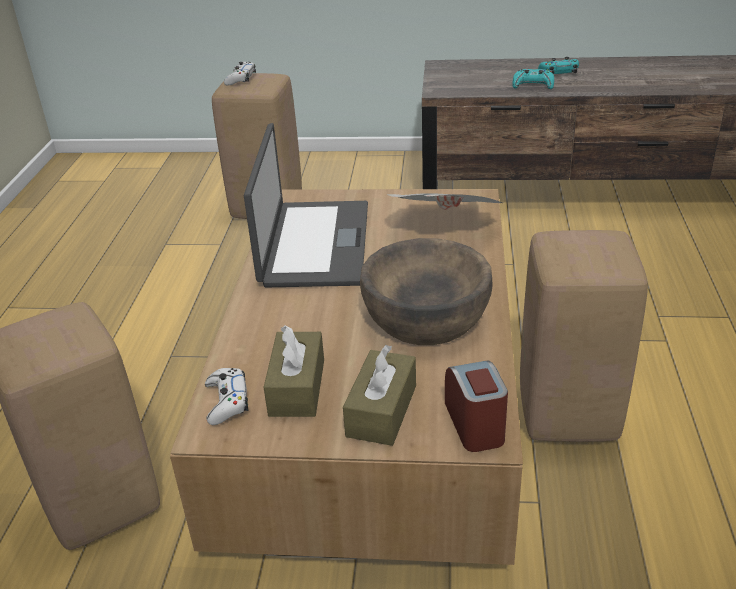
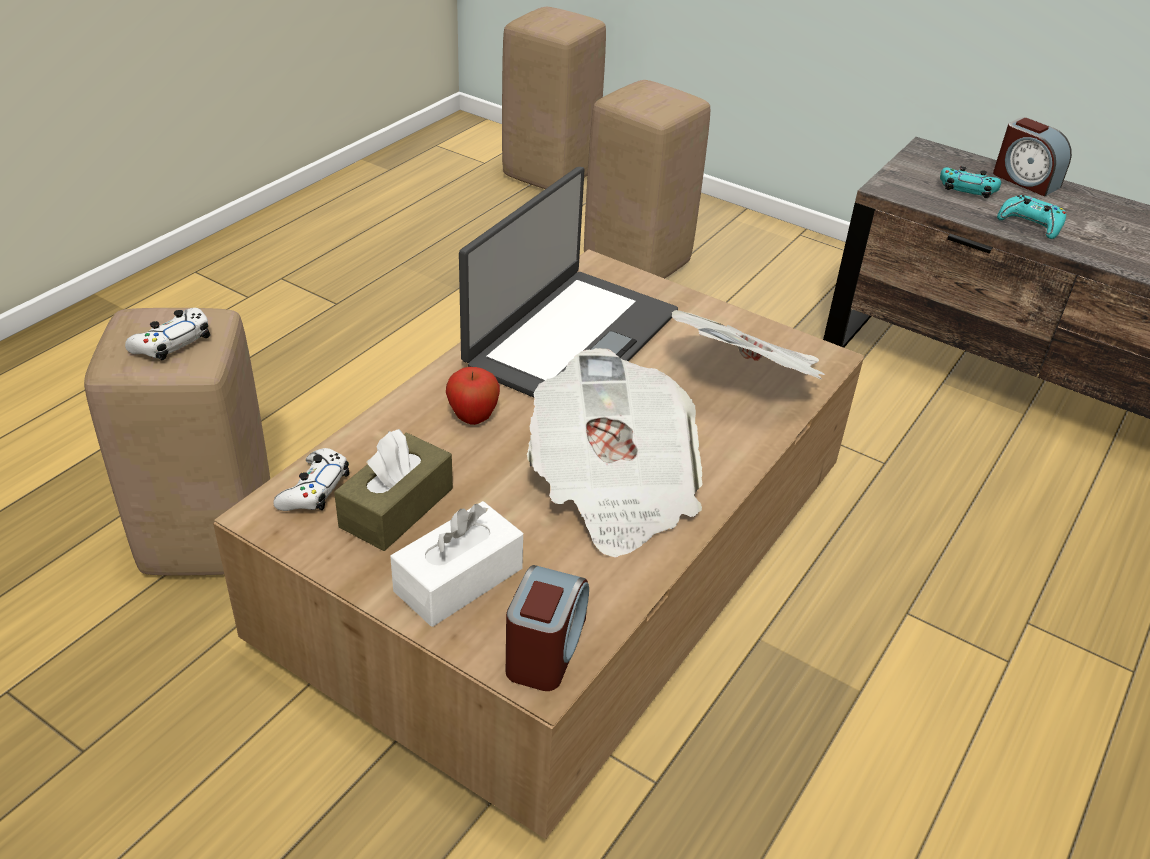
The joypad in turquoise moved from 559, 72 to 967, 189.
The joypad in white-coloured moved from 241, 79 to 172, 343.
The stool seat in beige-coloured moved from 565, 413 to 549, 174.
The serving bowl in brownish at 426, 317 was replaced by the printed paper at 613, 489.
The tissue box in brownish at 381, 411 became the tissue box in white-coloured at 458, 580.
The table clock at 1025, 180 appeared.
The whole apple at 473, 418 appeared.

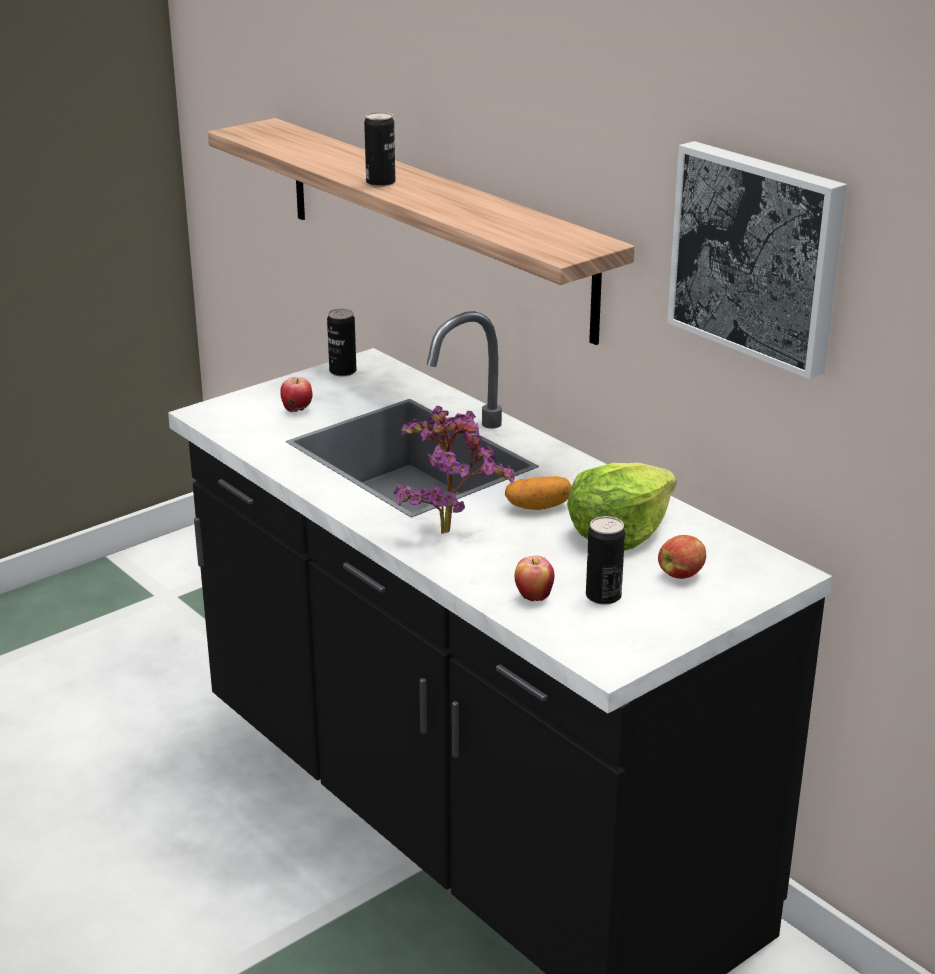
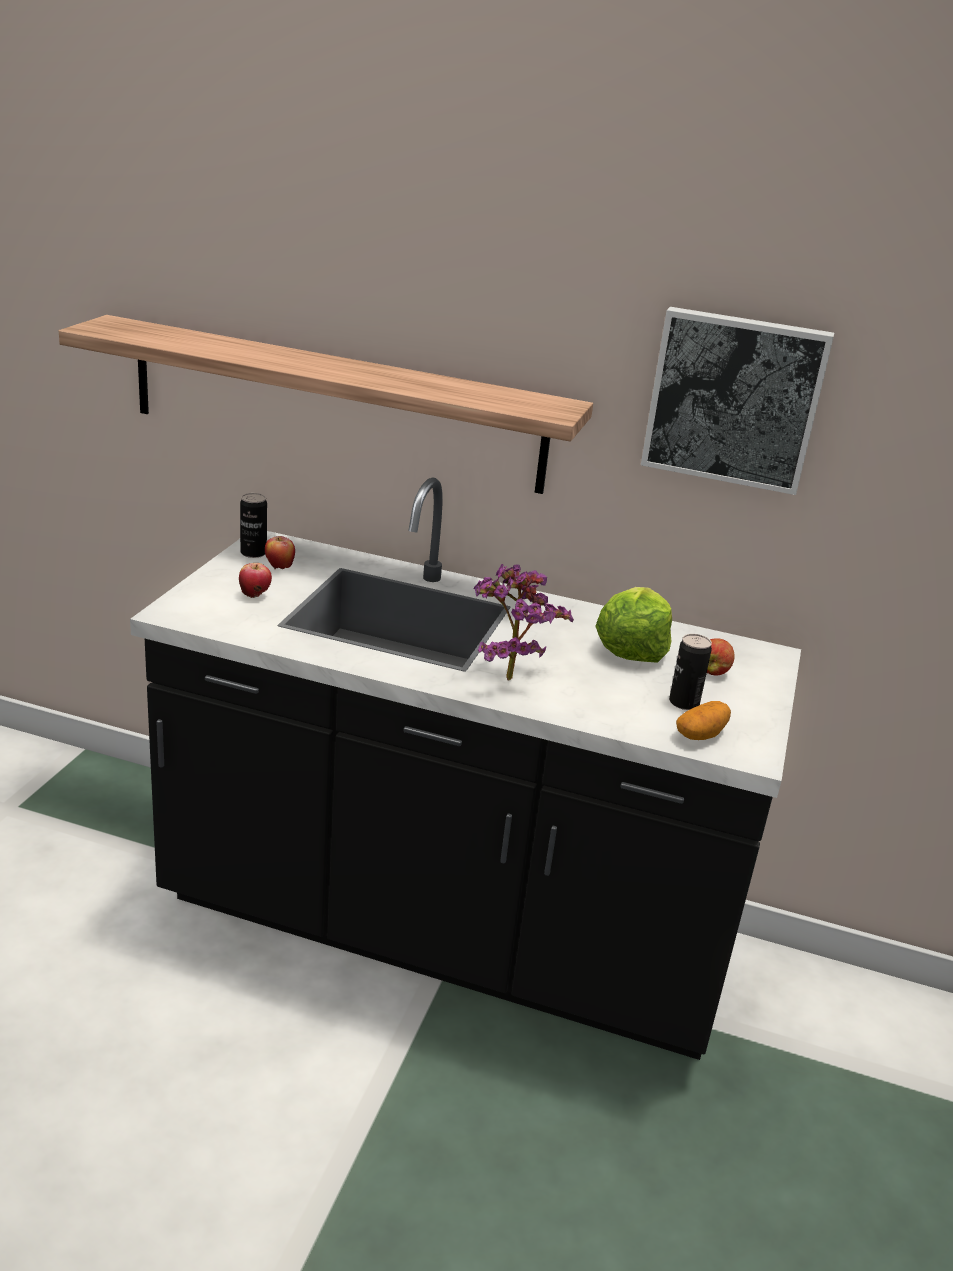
The metal can at 380, 182 disappeared.
The spud moved from 538, 507 to 701, 735.
The whole apple moved from 533, 597 to 279, 567.

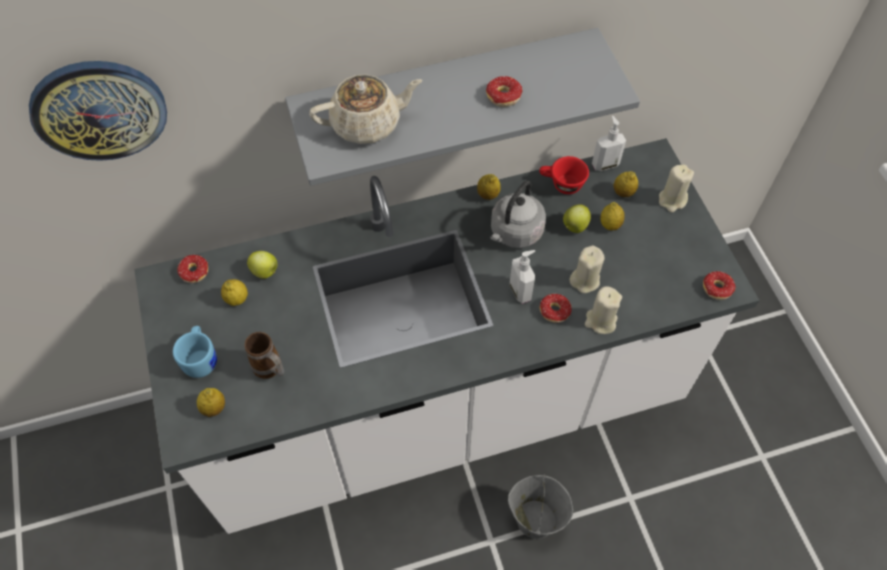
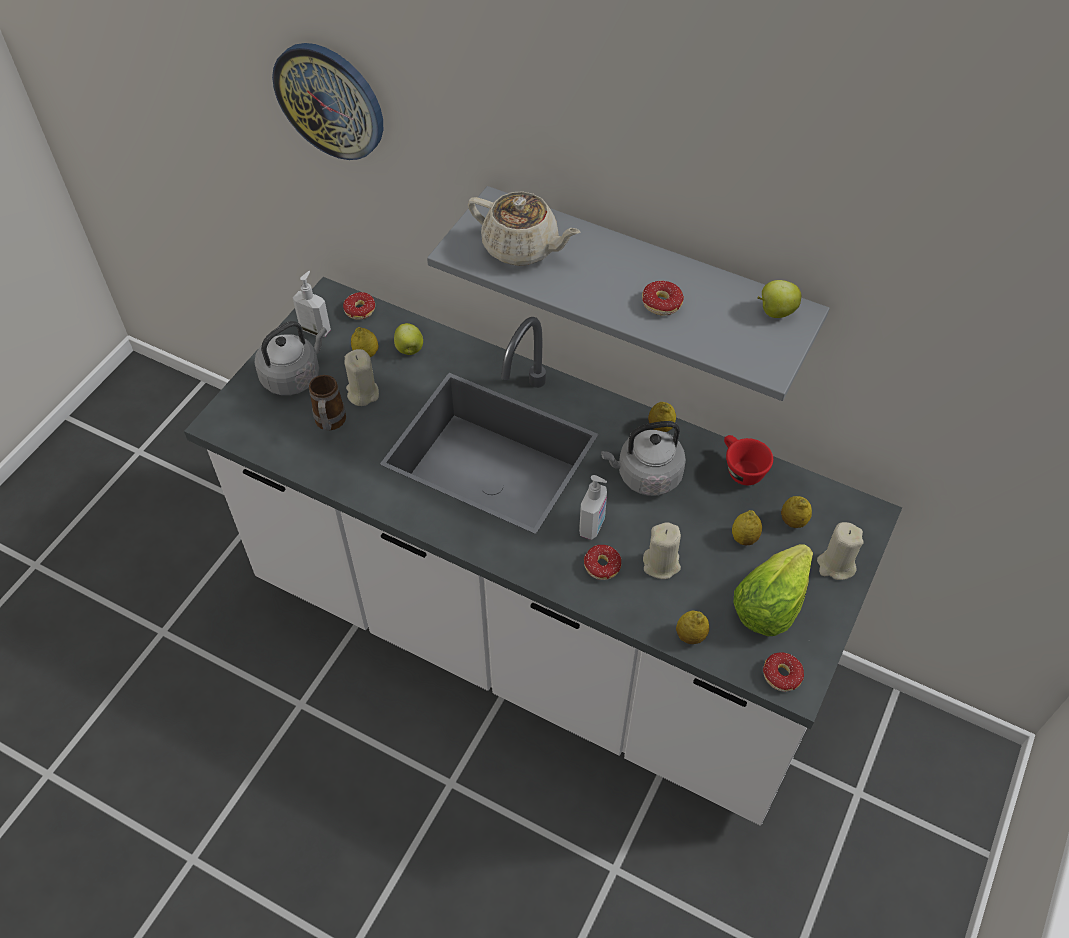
The soap bottle moved from 605, 164 to 316, 329.
The whole apple moved from 574, 226 to 775, 312.
The wax light in beige-coloured moved from 600, 321 to 362, 393.
The tea mug in bluish at 201, 358 was replaced by the water kettle in grey at 294, 376.
The whole lemon moved from 214, 408 to 690, 636.
The water bucket in grey at 535, 518 disappeared.
The lettuce head at 769, 605 appeared.

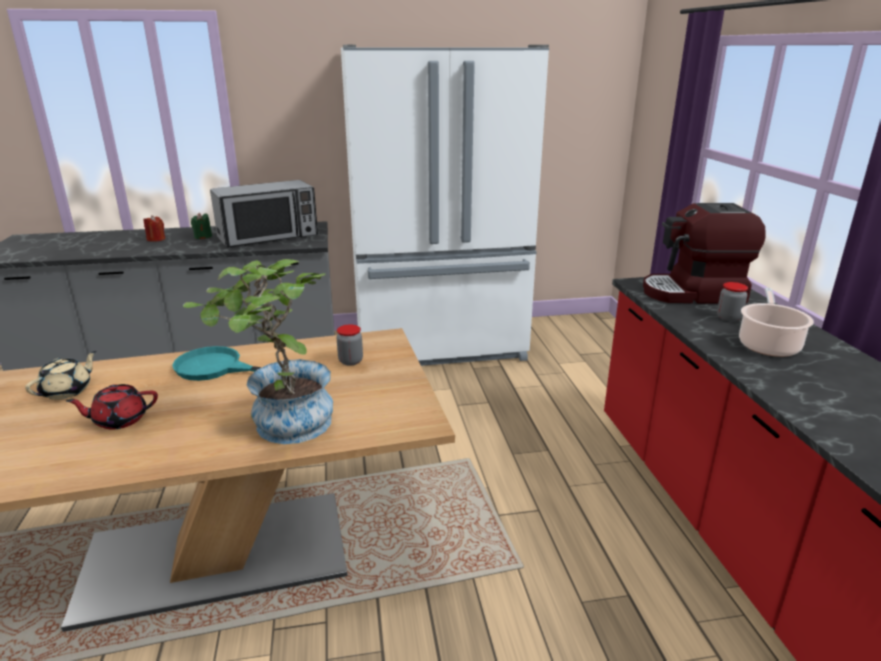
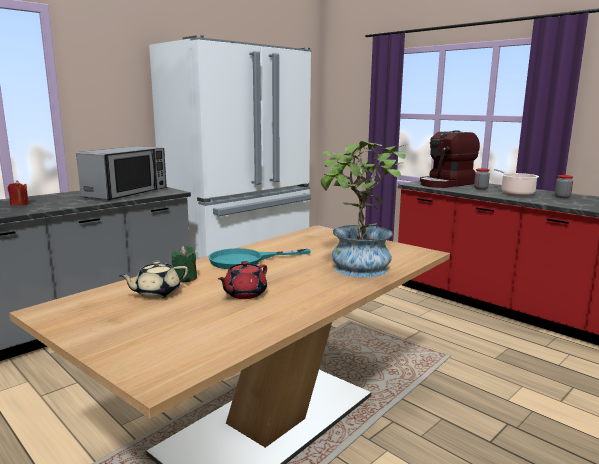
The wax light in green moved from 203, 237 to 185, 278.
The jar moved from 350, 361 to 562, 197.
The teapot in beige-coloured at 68, 391 turned 120 degrees counterclockwise.

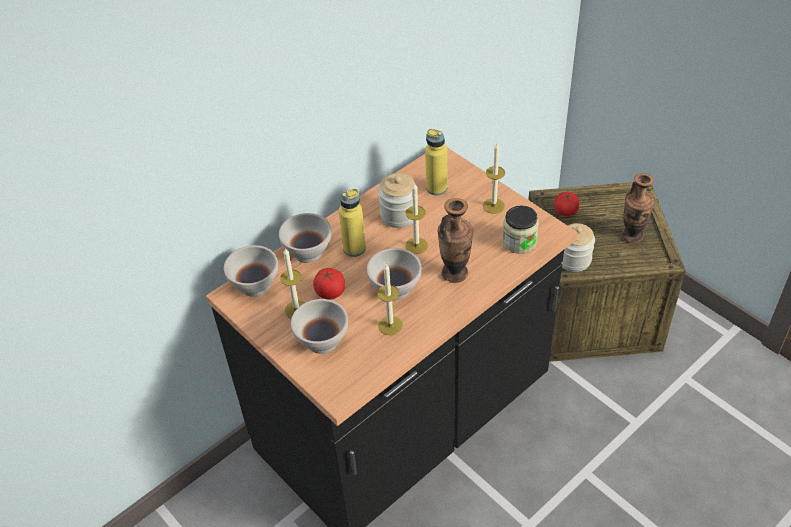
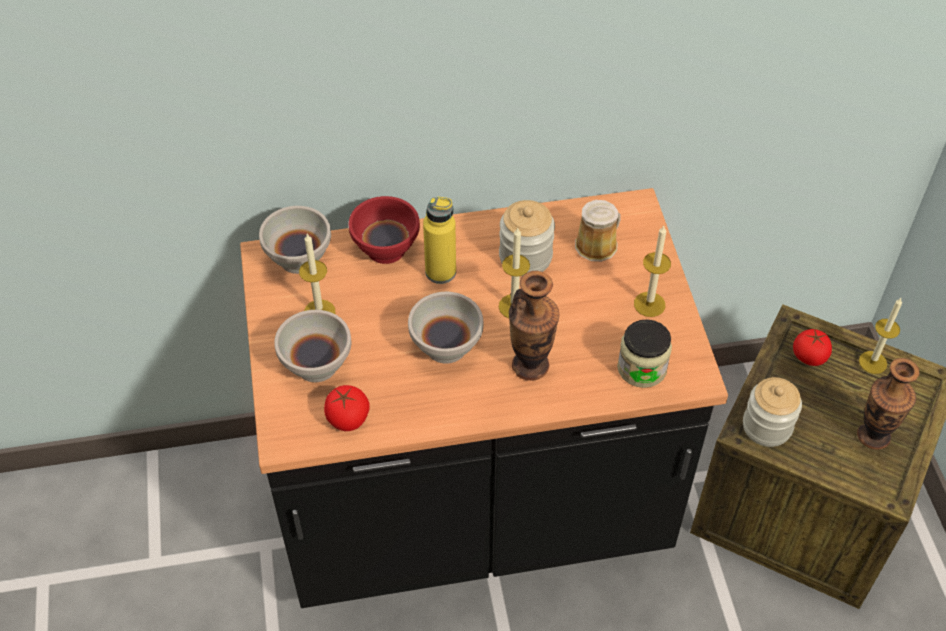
The bottle in yellow-coloured at 436, 188 was replaced by the tea mug at 598, 245.
The serving bowl in white-coloured at 308, 253 became the serving bowl in reddish at 385, 250.
The wax light moved from 390, 325 to 872, 362.
The fresh tomato moved from 330, 292 to 347, 418.

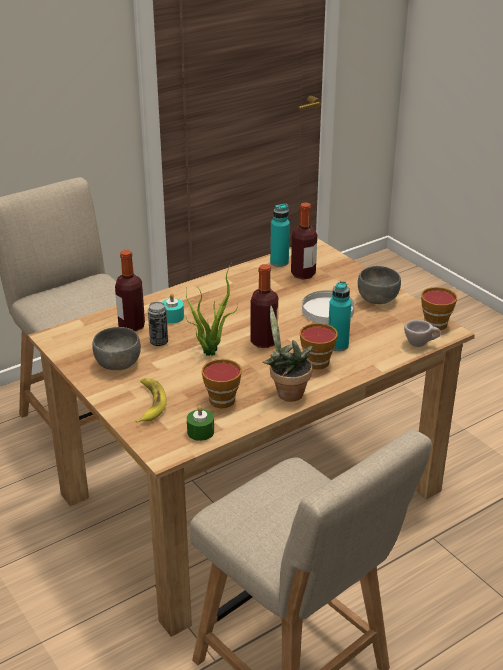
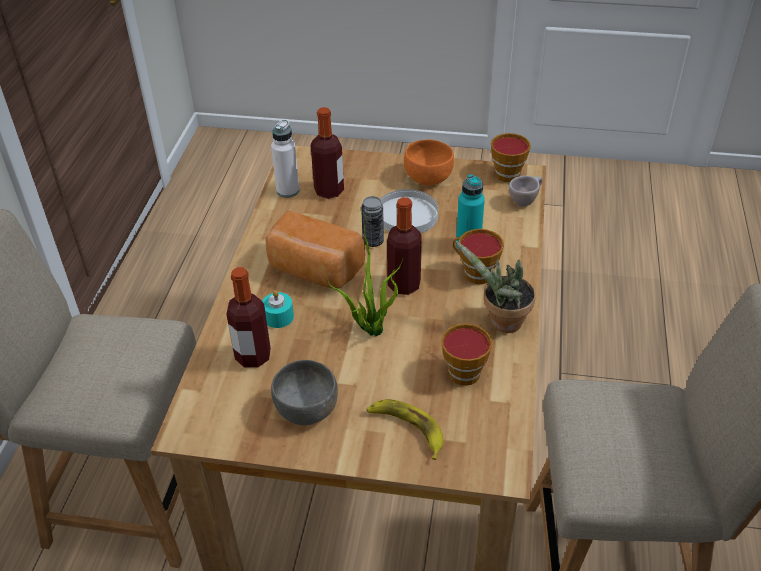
The bottle in turquoise at 279, 262 became the bottle in white-coloured at 287, 191.
The serving bowl in grey at 377, 298 became the serving bowl in orange at 427, 177.
The metal can moved from 159, 342 to 373, 241.
The wax light in green at 200, 432 disappeared.
The baked bread at 313, 271 appeared.

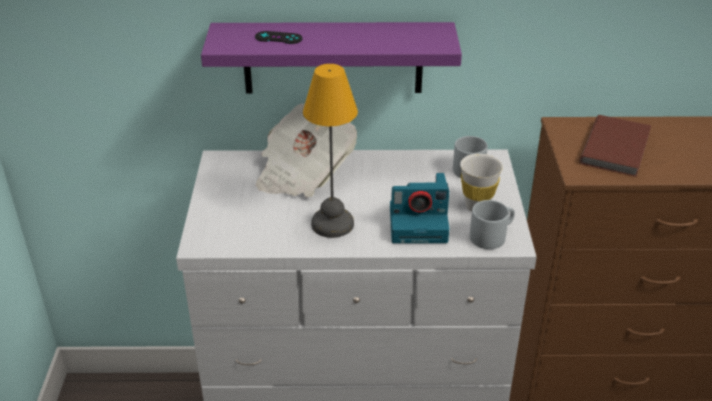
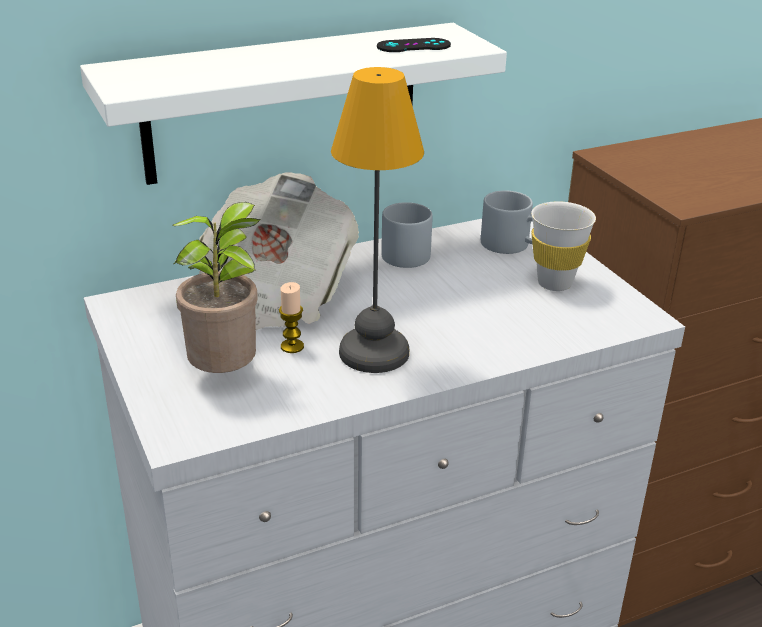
The shelf in purple-coloured at 333, 57 became the shelf in white-coloured at 282, 103.
The joypad in black moved from 278, 38 to 413, 46.
The volume in brownish at 617, 148 disappeared.
The still camera at 419, 223 disappeared.
The tea mug in grey moved from 492, 235 to 409, 252.
The houseplant at 228, 376 appeared.
The wax light at 292, 346 appeared.

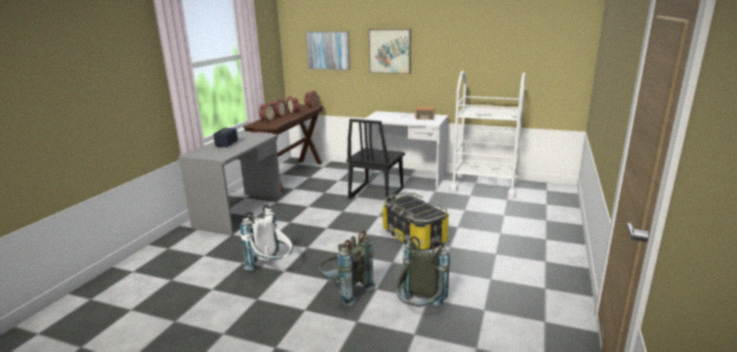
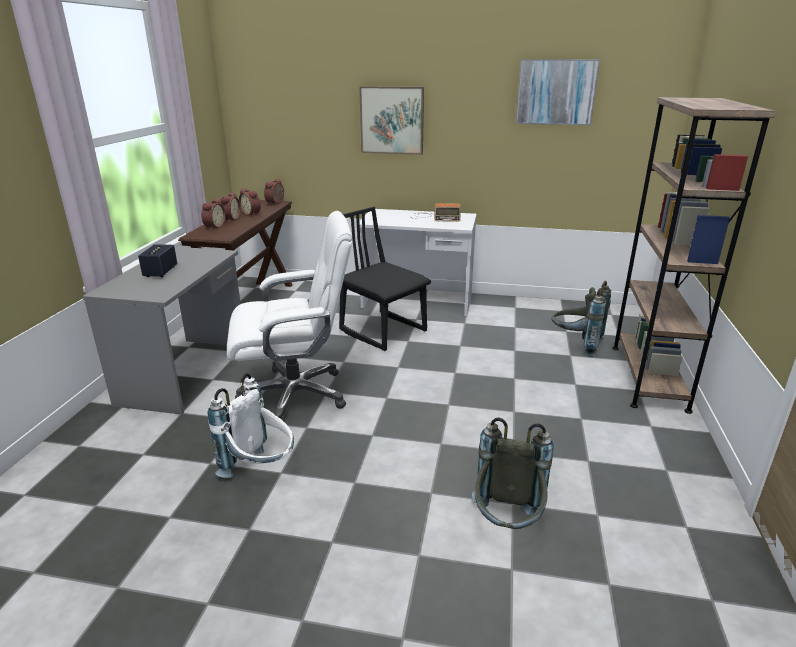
The picture moved from 328, 50 to 555, 92.
The wheeled cart in white-coloured at 484, 186 disappeared.
The upright chair in black at 375, 193 turned 120 degrees clockwise.
The storage container at 415, 236 disappeared.
The knapsack in grey moved from 345, 291 to 576, 345.
The bookcase in brownish at 648, 377 appeared.
The office chair in white-coloured at 296, 394 appeared.

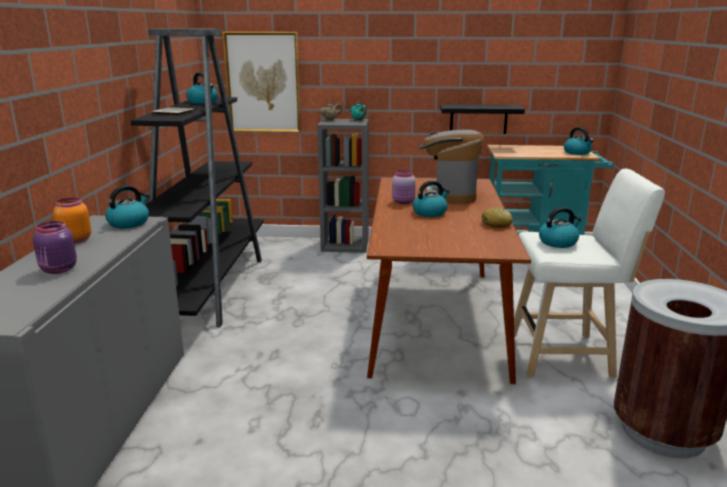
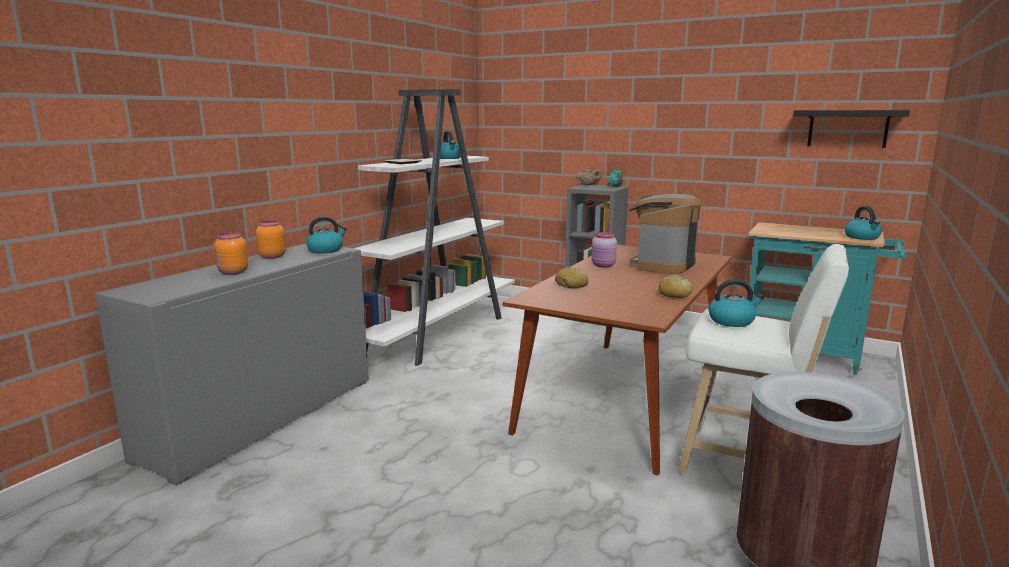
The bookcase in black at 210, 287 became the bookcase in white-coloured at 437, 333.
The picture at 263, 83 disappeared.
The shelf in black moved from 478, 119 to 847, 128.
The water kettle at 430, 212 disappeared.
The jar in purple-coloured at 58, 270 became the jar in orange at 232, 272.
The baked bread at 571, 285 appeared.

